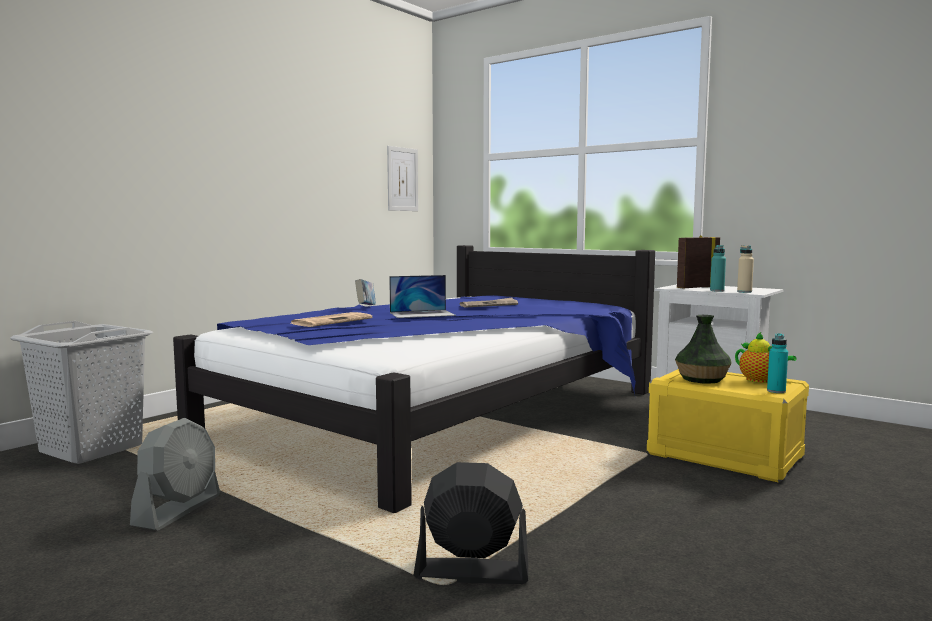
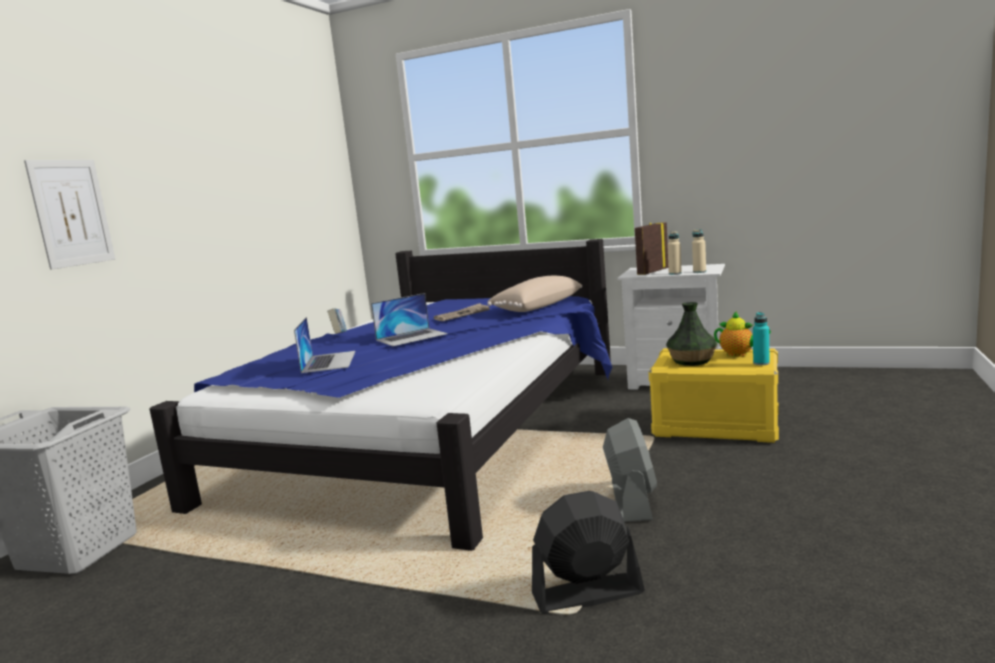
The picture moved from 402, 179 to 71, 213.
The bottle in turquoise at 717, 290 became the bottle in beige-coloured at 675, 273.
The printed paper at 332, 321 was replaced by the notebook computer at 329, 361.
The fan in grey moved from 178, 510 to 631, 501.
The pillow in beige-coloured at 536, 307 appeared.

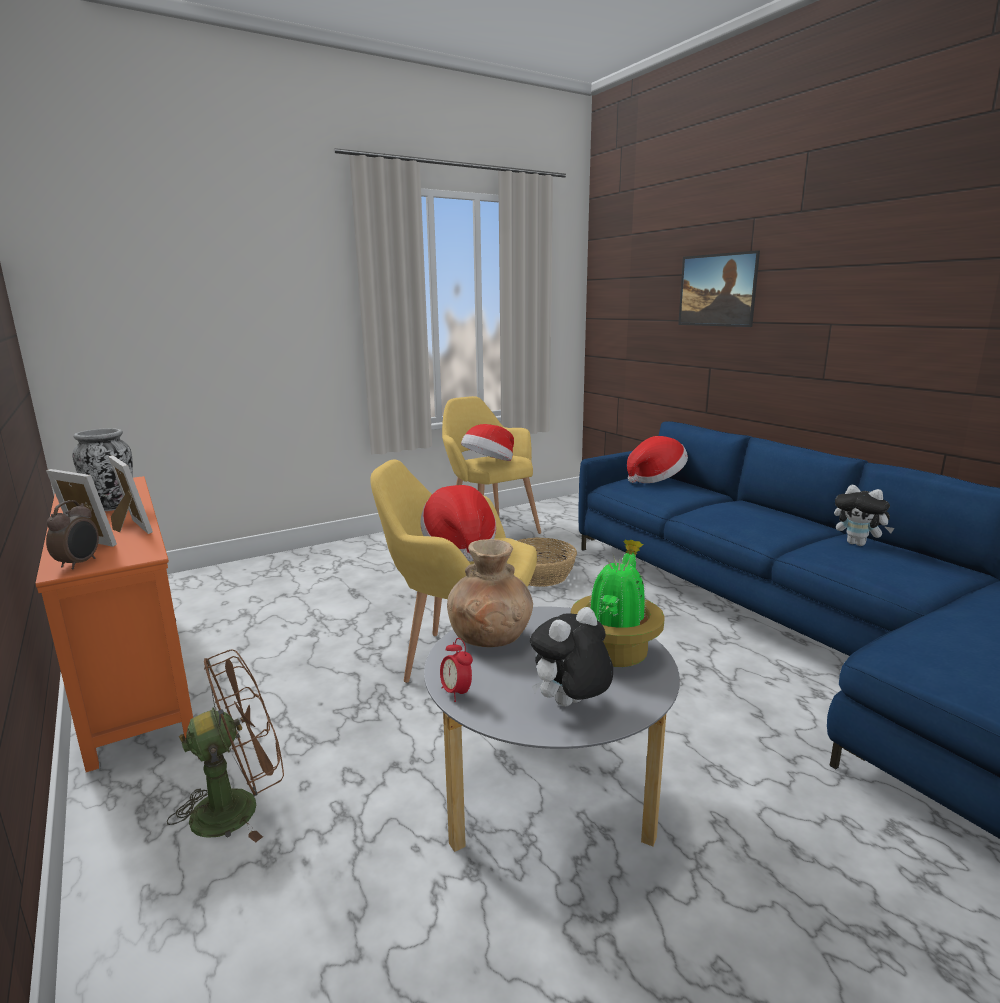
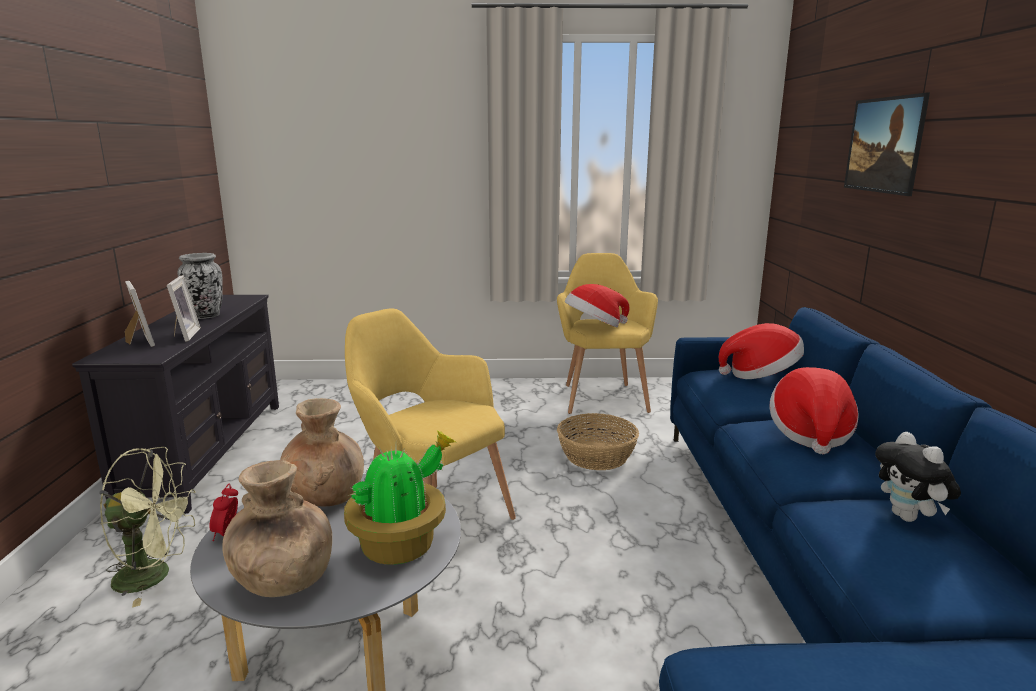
The tv stand in orange at 133, 674 became the tv stand in black at 207, 452.
The clothing hat moved from 459, 546 to 810, 433.
The table clock at 80, 563 disappeared.
The soft toy at 570, 706 was replaced by the decorative vase in brownish at 282, 580.
The fan in brownish at 239, 806 became the fan in green at 154, 576.

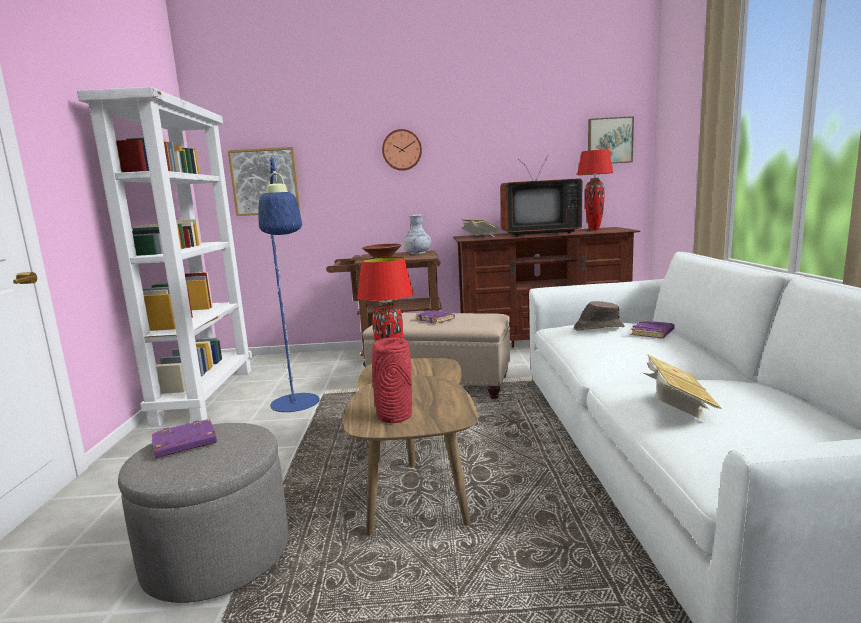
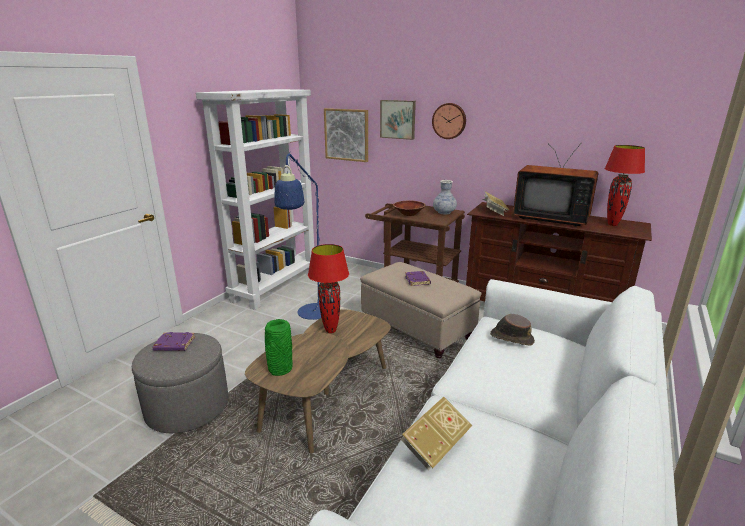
The picture moved from 609, 141 to 398, 119.
The volume in purple-coloured at 653, 333 disappeared.
The decorative vase in reddish at 393, 416 became the decorative vase in green at 279, 369.

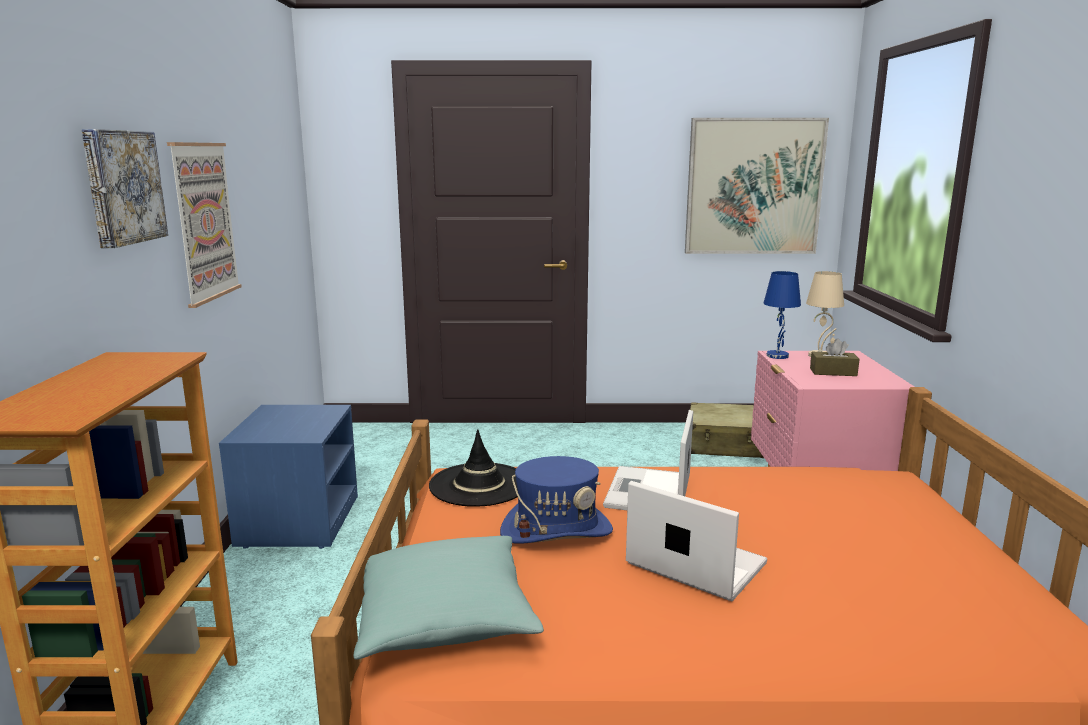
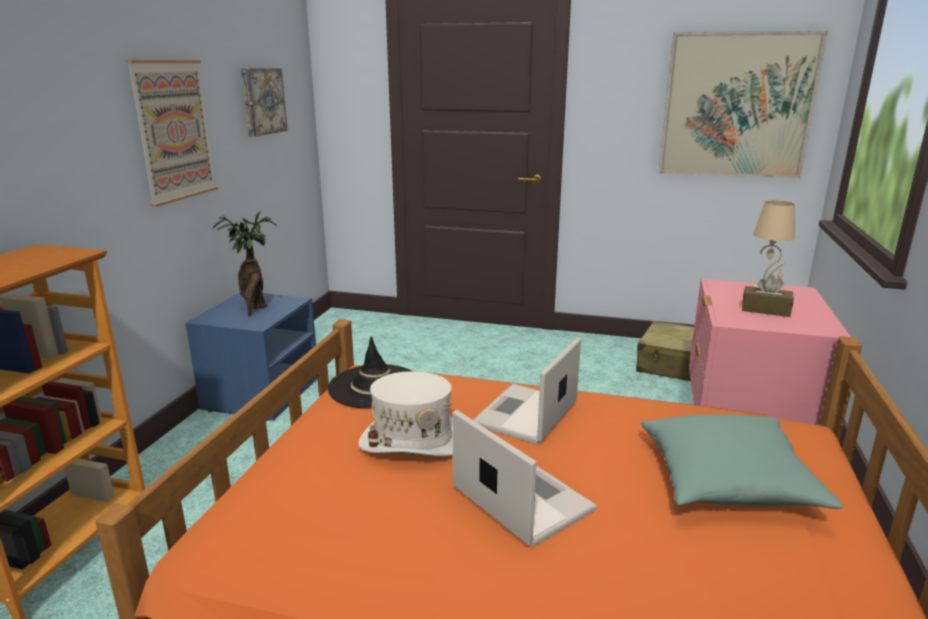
The picture moved from 121, 187 to 262, 101.
The lamp for a table in bluish at 778, 356 disappeared.
The clothing hat in bluish at 556, 530 became the clothing hat in white-coloured at 413, 442.
The pillow in turquoise moved from 444, 619 to 727, 481.
The houseplant at 255, 307 appeared.

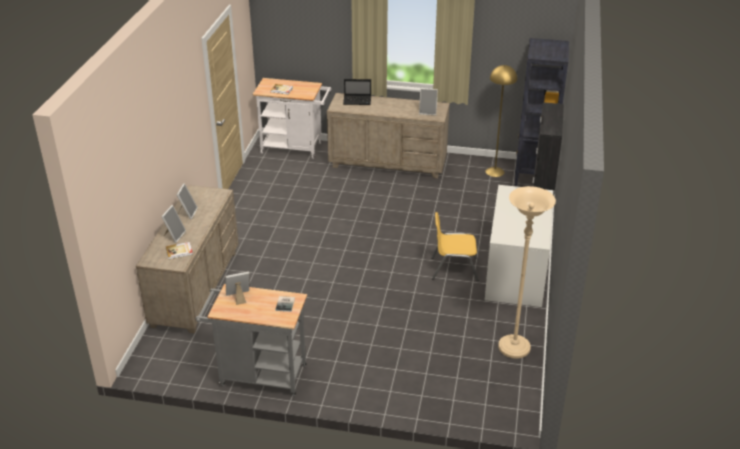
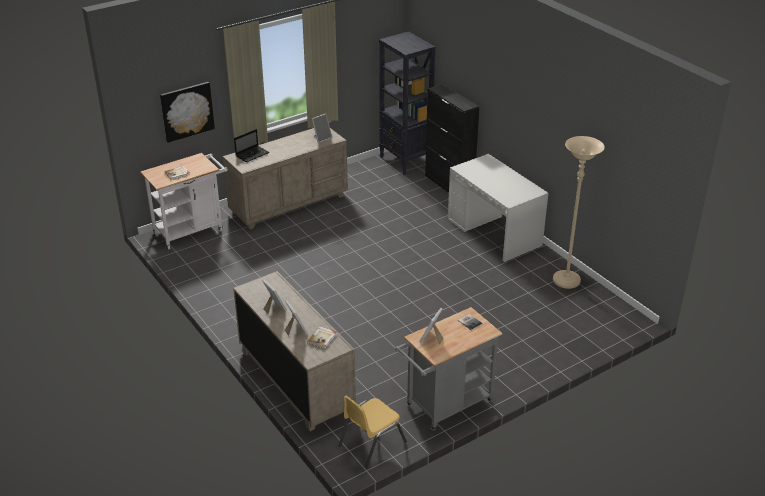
The standard lamp in yellow-coloured at 495, 171 disappeared.
The upright chair in yellow-coloured moved from 454, 268 to 371, 443.
The picture at 187, 111 appeared.

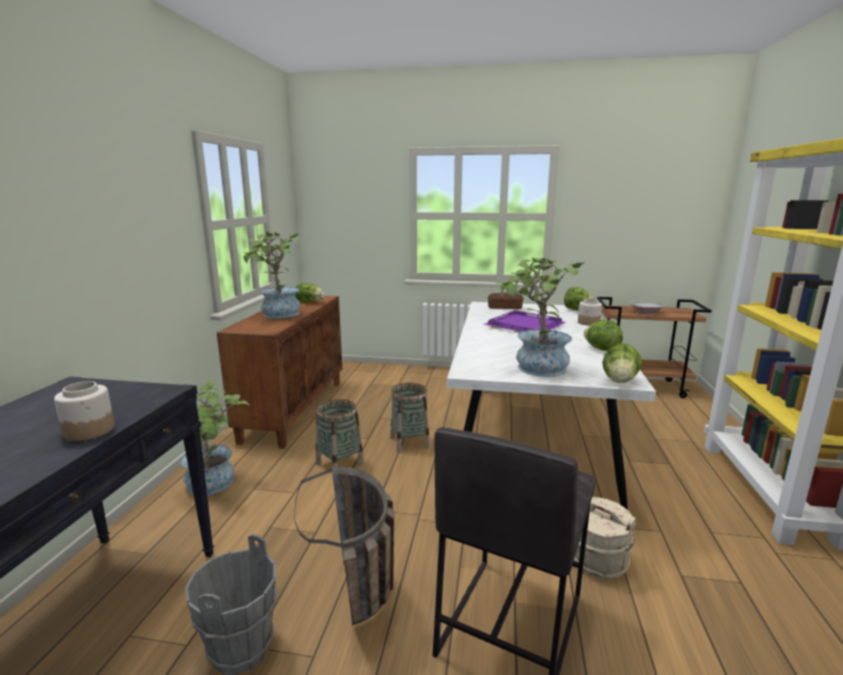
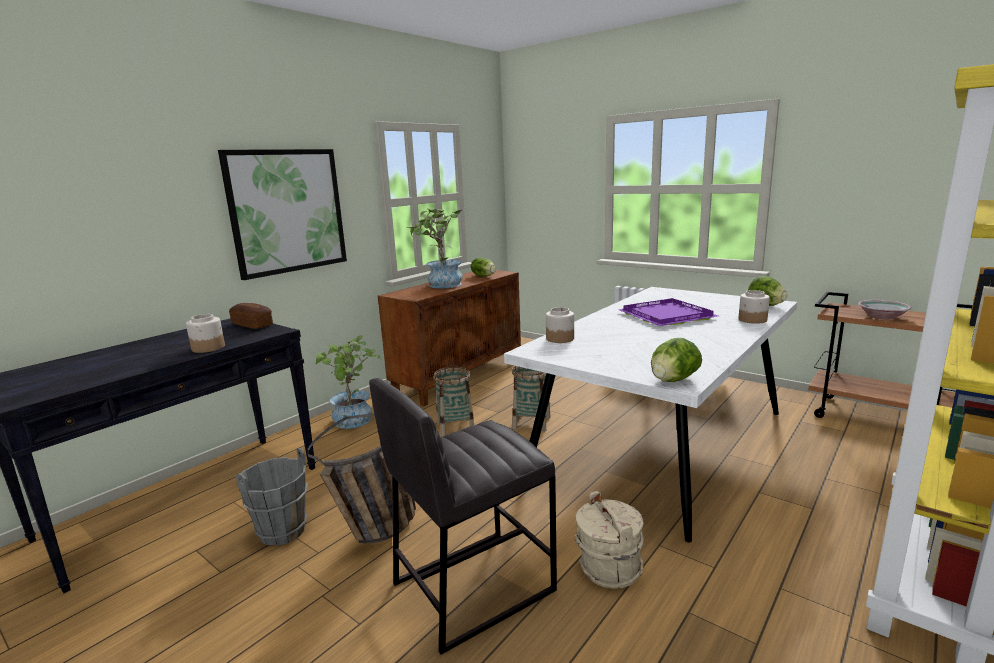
The houseplant at 535, 369 disappeared.
The baked bread moved from 504, 308 to 252, 325.
The lettuce head at 601, 349 disappeared.
The picture at 287, 211 appeared.
The jar at 560, 338 appeared.

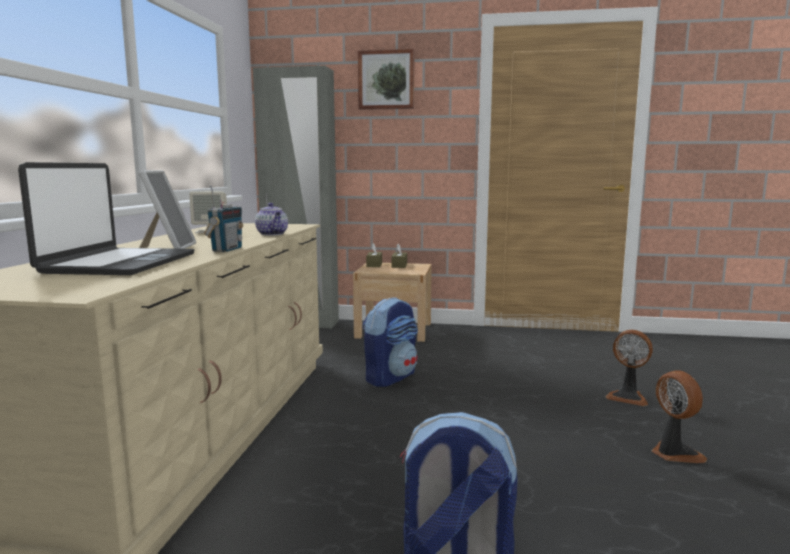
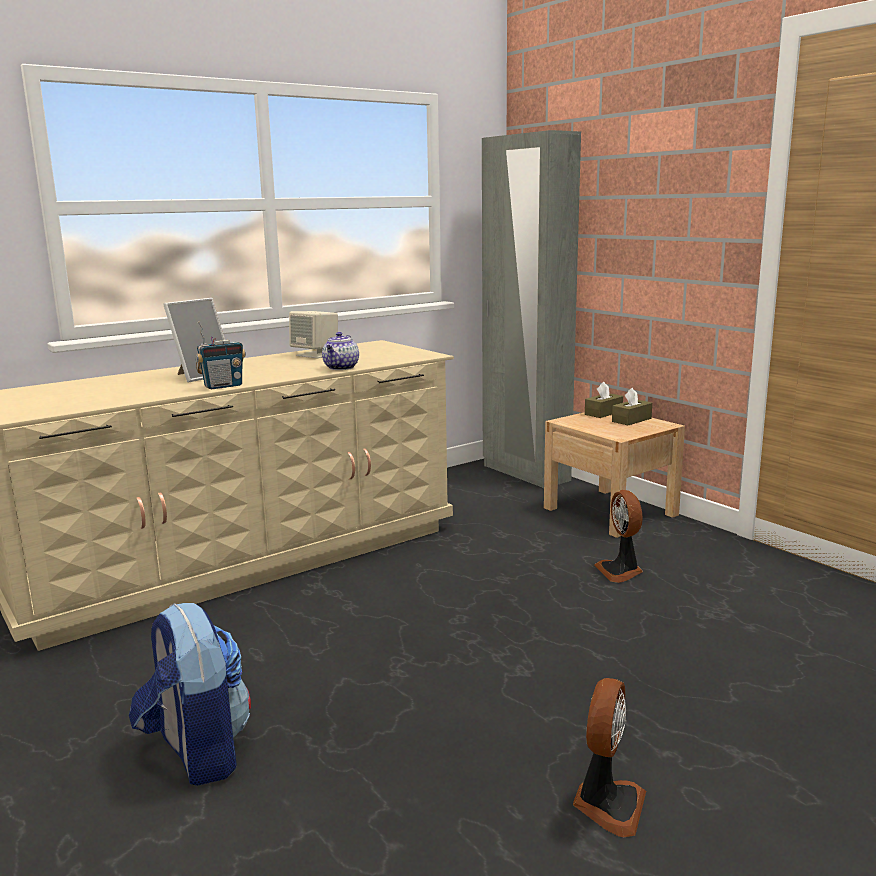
The picture at 386, 80 disappeared.
The notebook computer at 119, 263 disappeared.
The knapsack at 390, 377 disappeared.
The fan moved from 628, 397 to 620, 571.

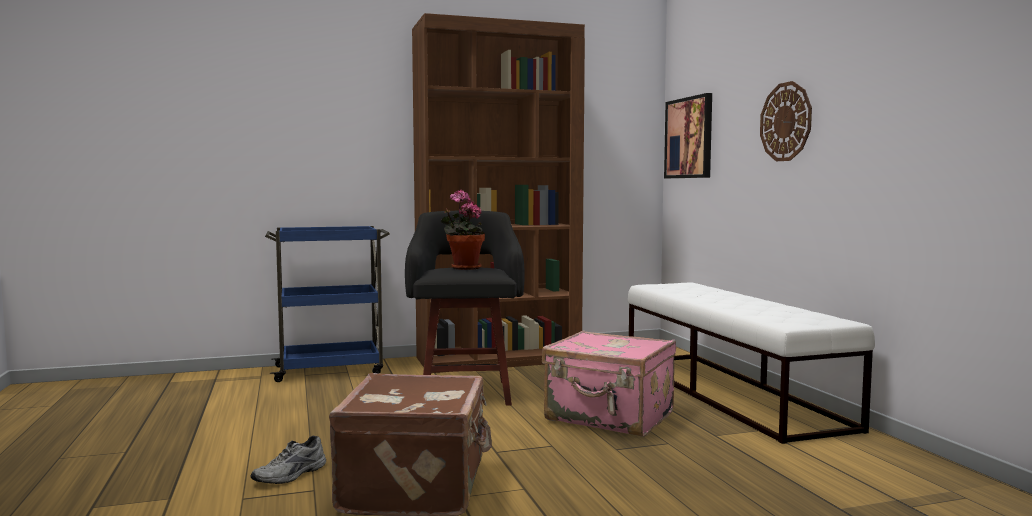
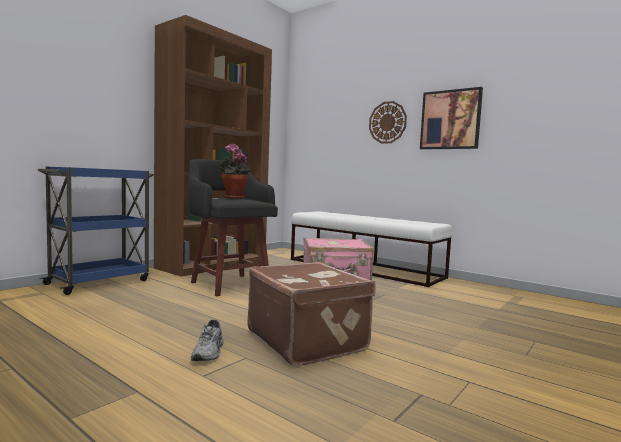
The picture moved from 689, 138 to 450, 120.

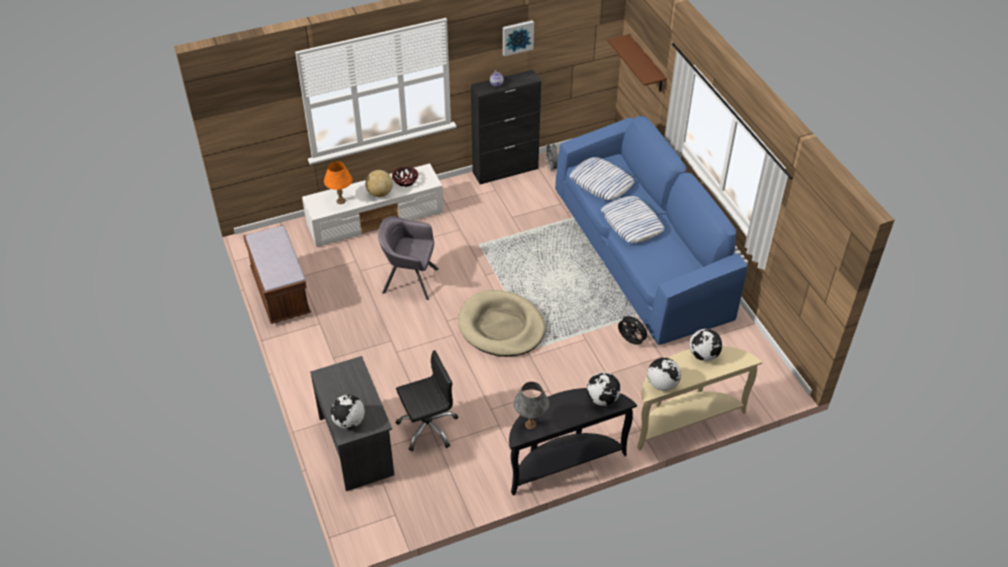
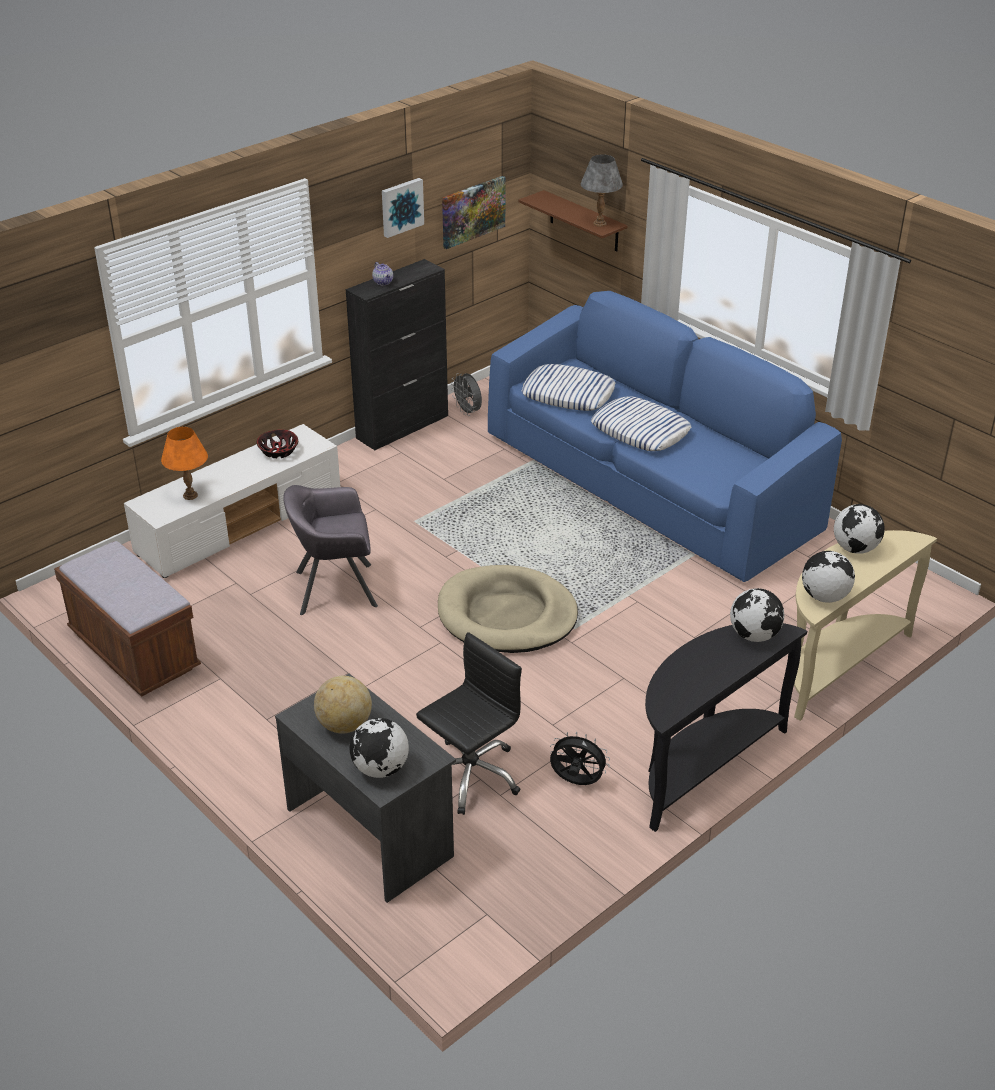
The world globe moved from 380, 193 to 344, 725.
The fan in black moved from 630, 341 to 576, 782.
The lamp for a table in grey moved from 530, 424 to 599, 223.
The picture at 472, 211 appeared.

